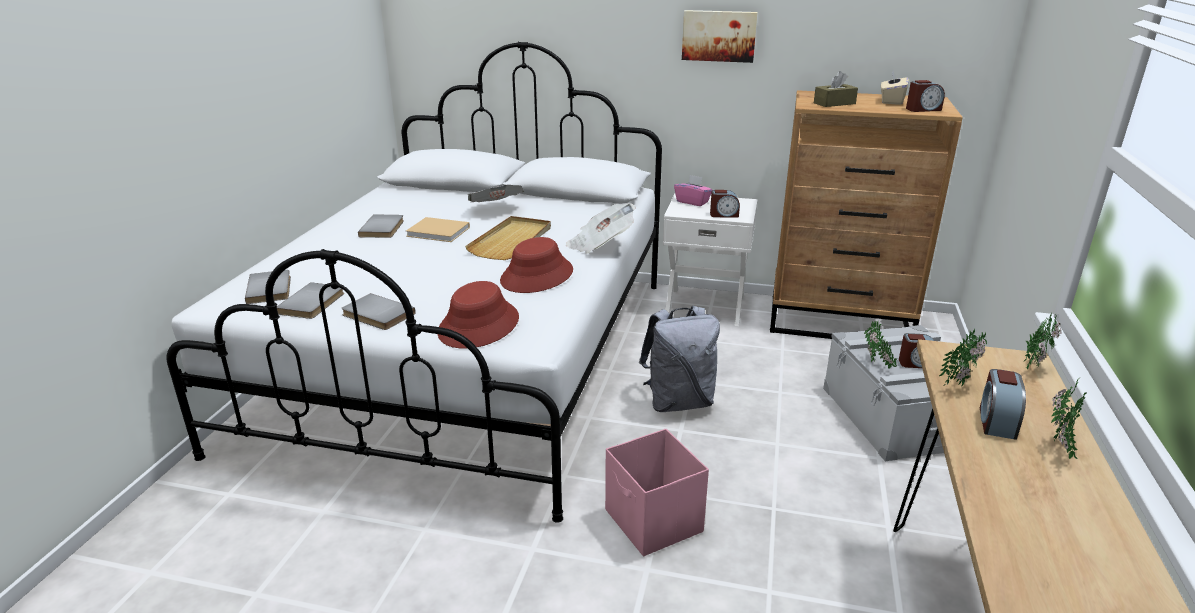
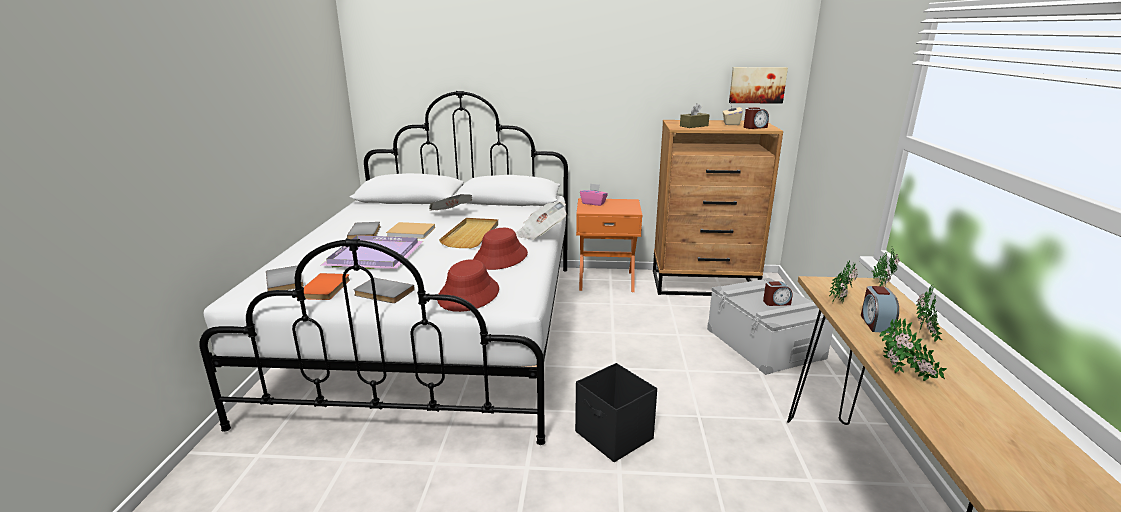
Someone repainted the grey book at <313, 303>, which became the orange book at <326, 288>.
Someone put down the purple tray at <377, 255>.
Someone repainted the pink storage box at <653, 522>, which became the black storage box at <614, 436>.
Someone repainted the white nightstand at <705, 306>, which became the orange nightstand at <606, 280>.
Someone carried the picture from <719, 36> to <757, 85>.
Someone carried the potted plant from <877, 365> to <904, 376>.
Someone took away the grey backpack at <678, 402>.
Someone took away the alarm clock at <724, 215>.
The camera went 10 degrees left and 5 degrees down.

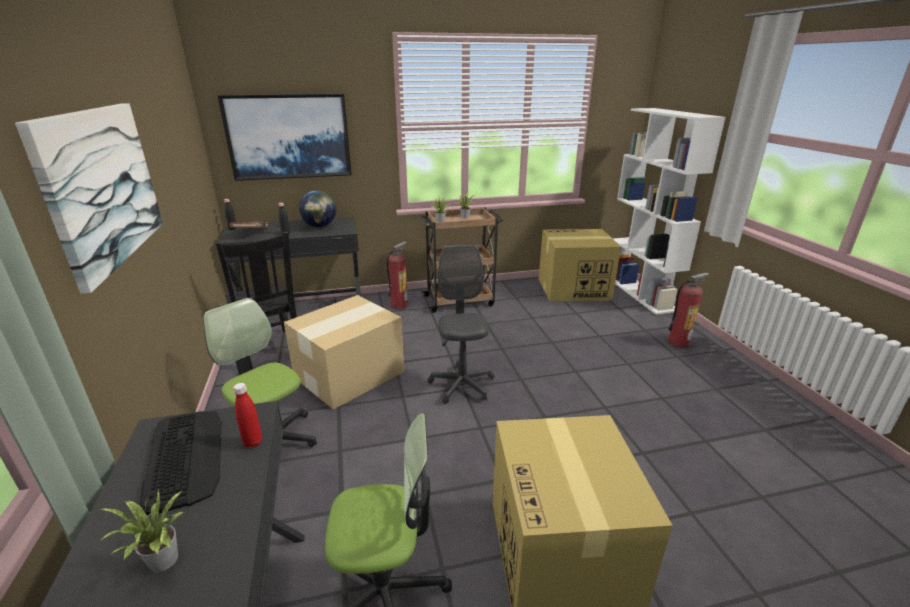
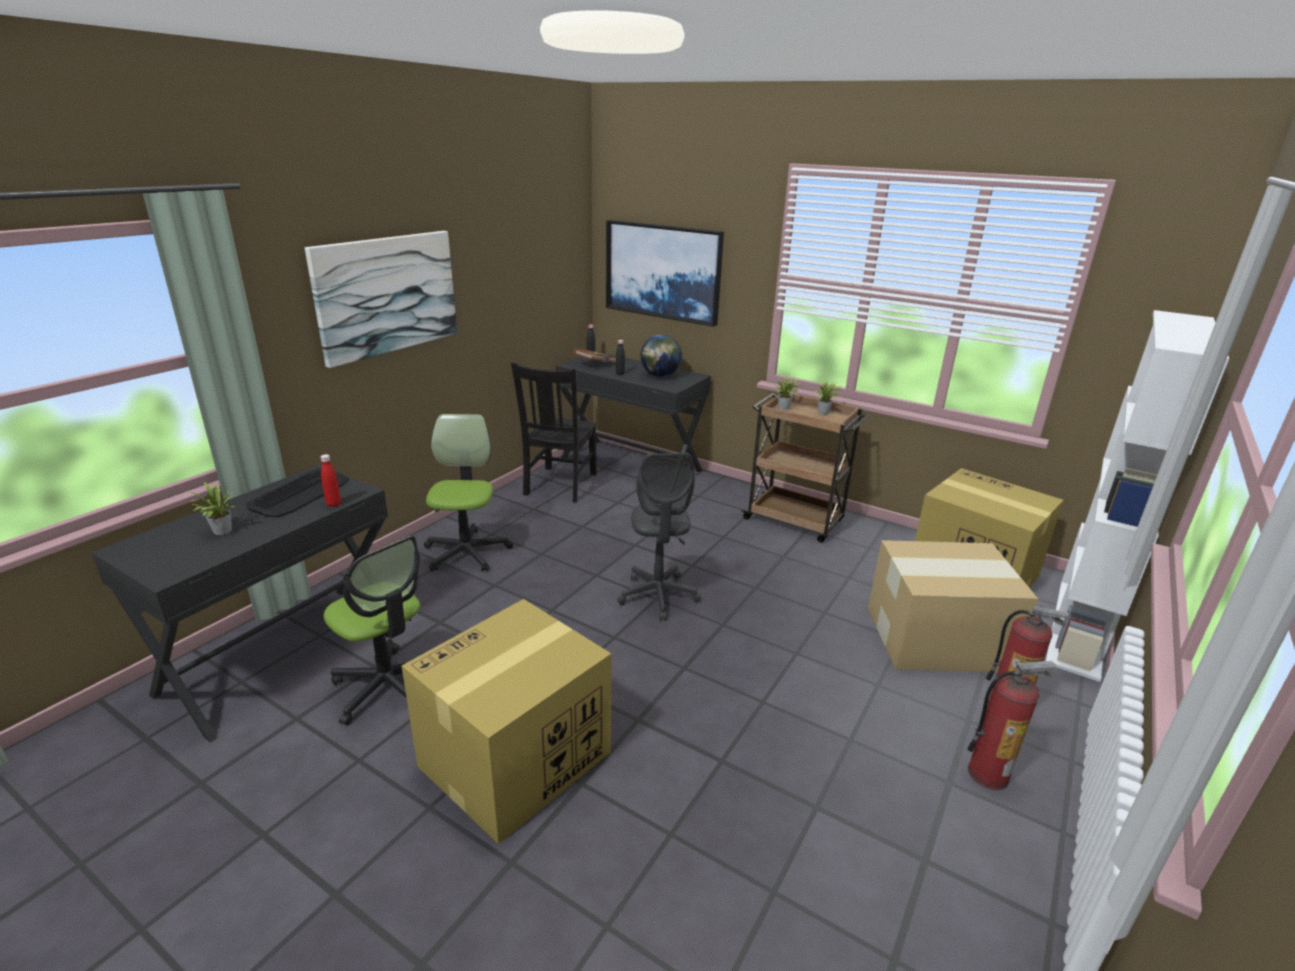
Someone rotated the grey office chair at <462, 385> by 135 degrees clockwise.
Someone carried the cardboard box from <351, 374> to <938, 639>.
Someone carried the fire extinguisher from <399, 305> to <988, 773>.
The camera went 45 degrees right and 0 degrees up.

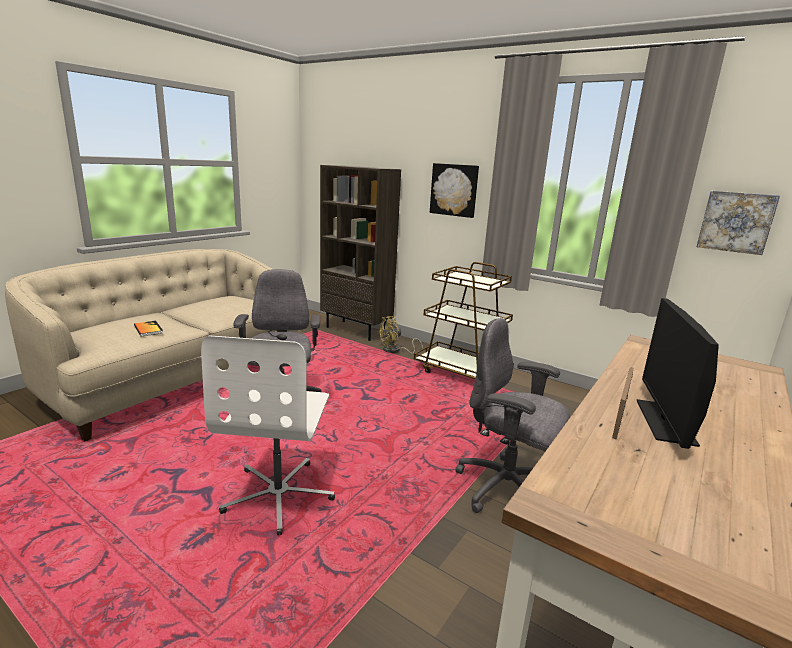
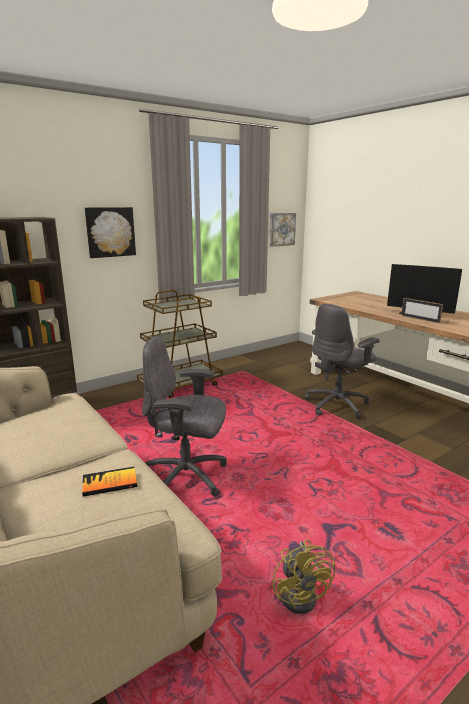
Someone carried the yellow fan from <395, 350> to <302, 594>.
Someone took away the white office chair at <279, 495>.
The camera went 70 degrees left and 0 degrees up.

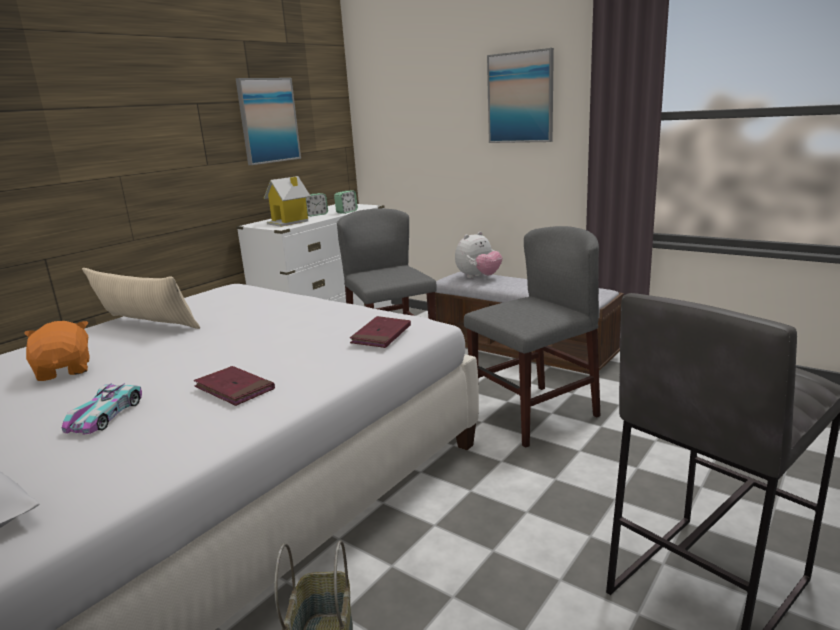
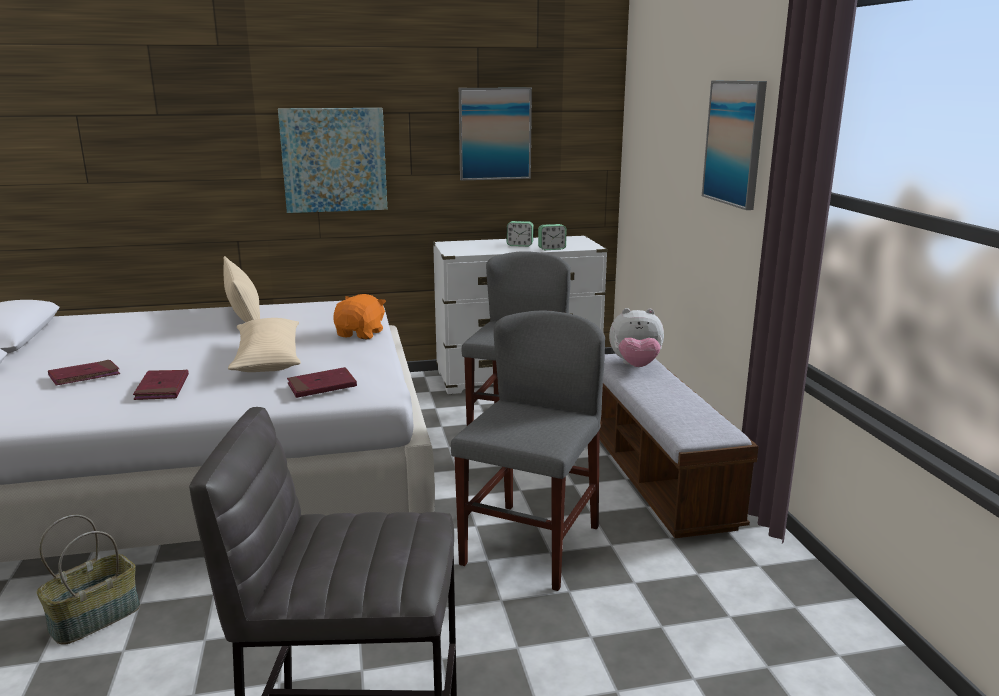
Someone swapped the toy car at <105, 415> for the red book at <84, 376>.
Someone put down the beige pillow at <268, 358>.
Someone put up the picture at <334, 160>.
Someone carried the orange plush toy from <65, 370> to <361, 334>.
Someone rotated the grey chair at <534, 415> by 75 degrees counterclockwise.
Someone took away the toy house at <289, 222>.
The camera went 40 degrees right and 0 degrees up.

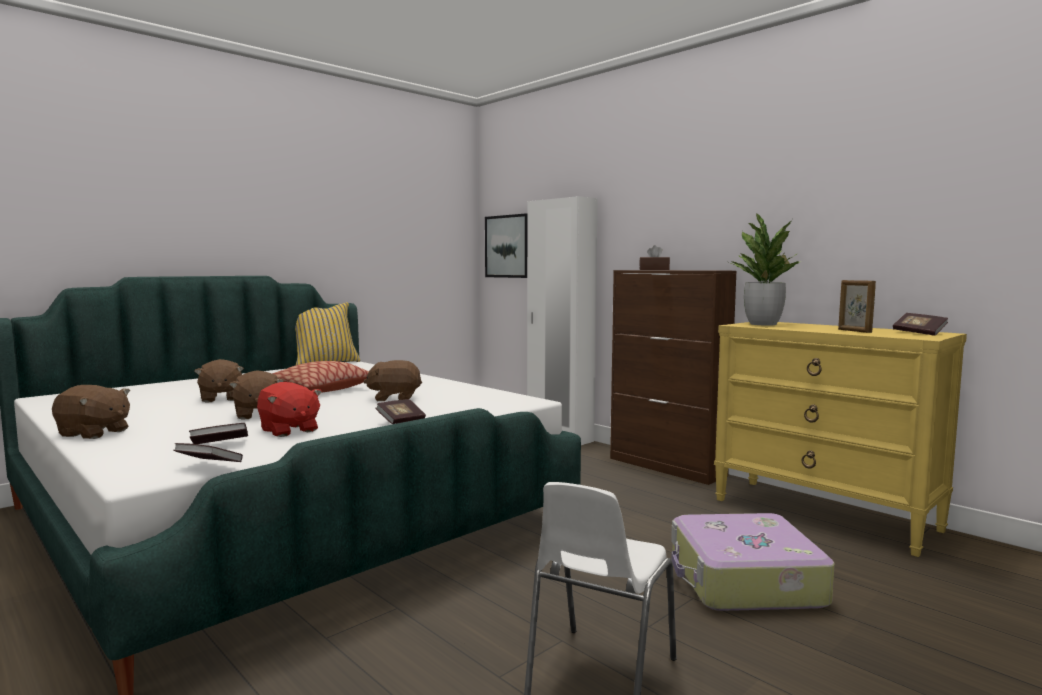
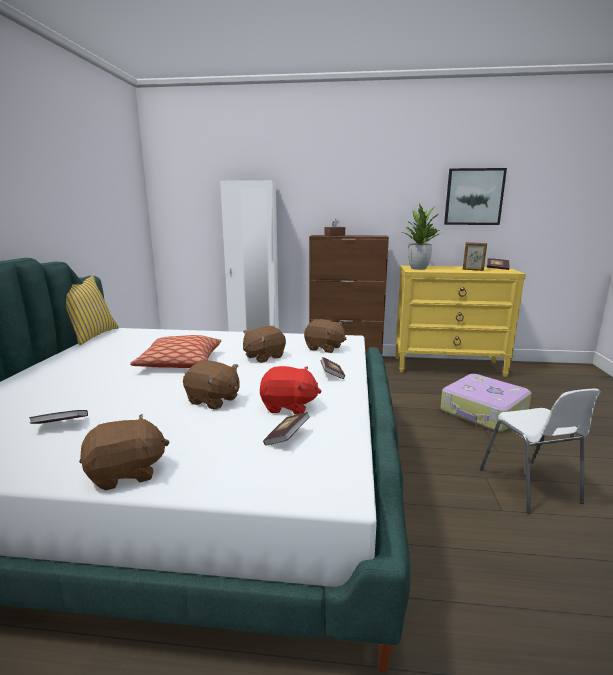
Someone carried the book from <209, 465> to <61, 426>.
Someone carried the brown plush toy from <221, 398> to <324, 348>.
Someone carried the picture from <508, 246> to <474, 197>.
The camera went 40 degrees left and 10 degrees up.

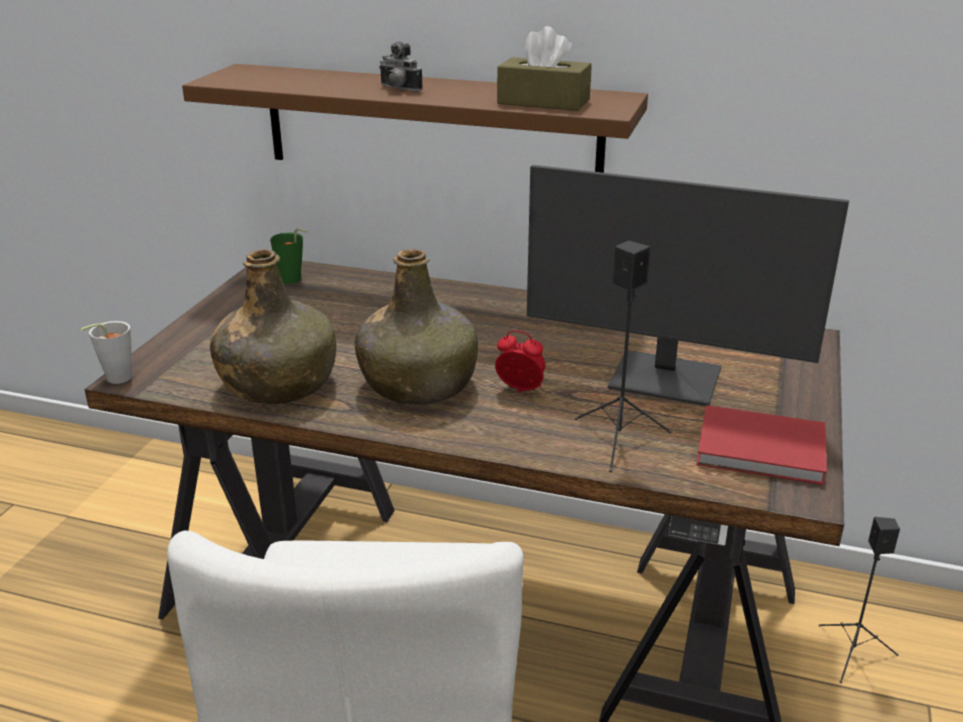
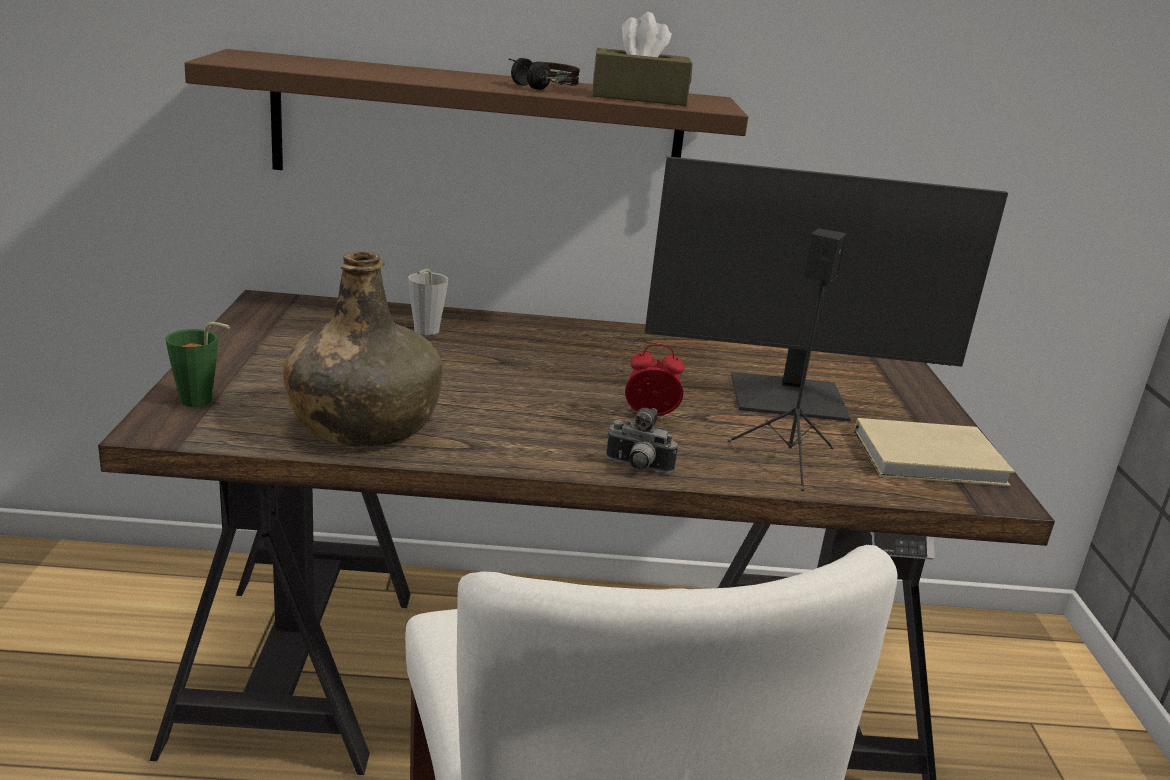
Someone carried the green cup from <294, 281> to <201, 402>.
Someone carried the grey cup from <114, 380> to <423, 332>.
Someone put down the headphones at <534, 88>.
Someone carried the photo camera from <398, 89> to <637, 468>.
Someone repainted the red book at <764, 451>, which became the beige book at <933, 459>.
Someone took away the green bottle at <419, 385>.
Someone took away the black speaker at <852, 654>.
The camera went 20 degrees left and 5 degrees down.

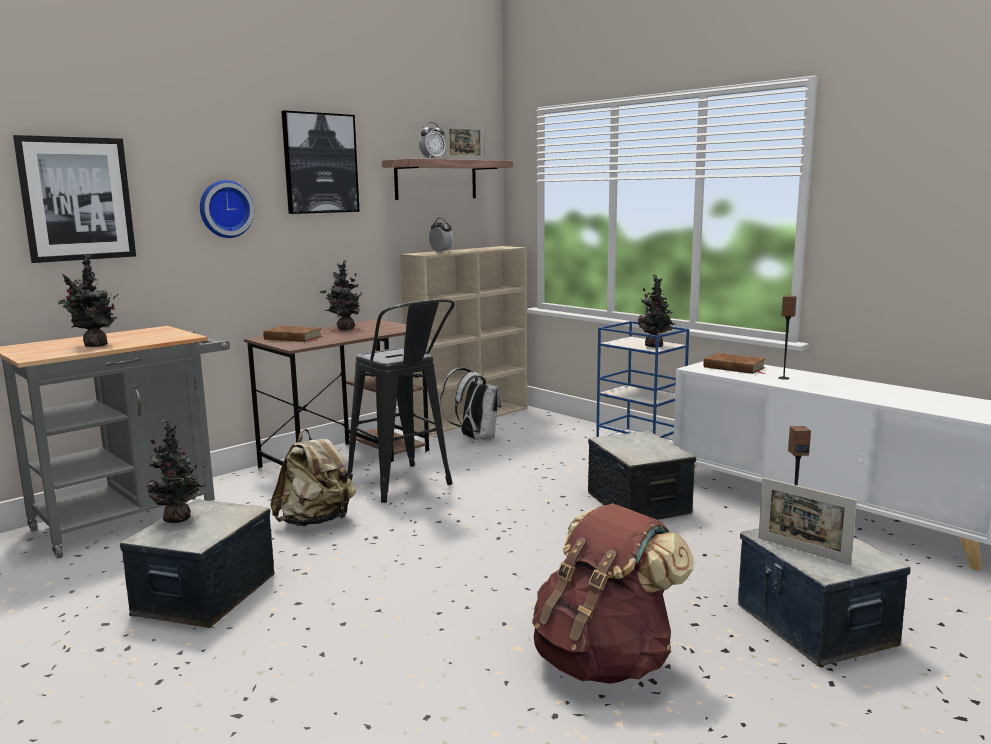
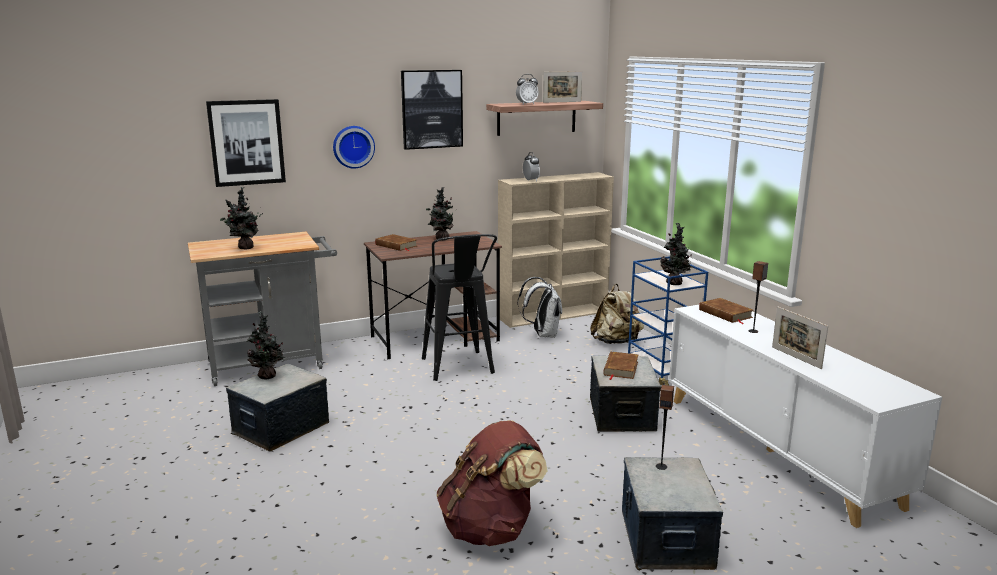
Someone carried the beige backpack from <316, 521> to <616, 342>.
Someone put down the brown book at <620, 368>.
Someone carried the picture frame from <802, 551> to <796, 358>.
The camera went 20 degrees right and 5 degrees up.

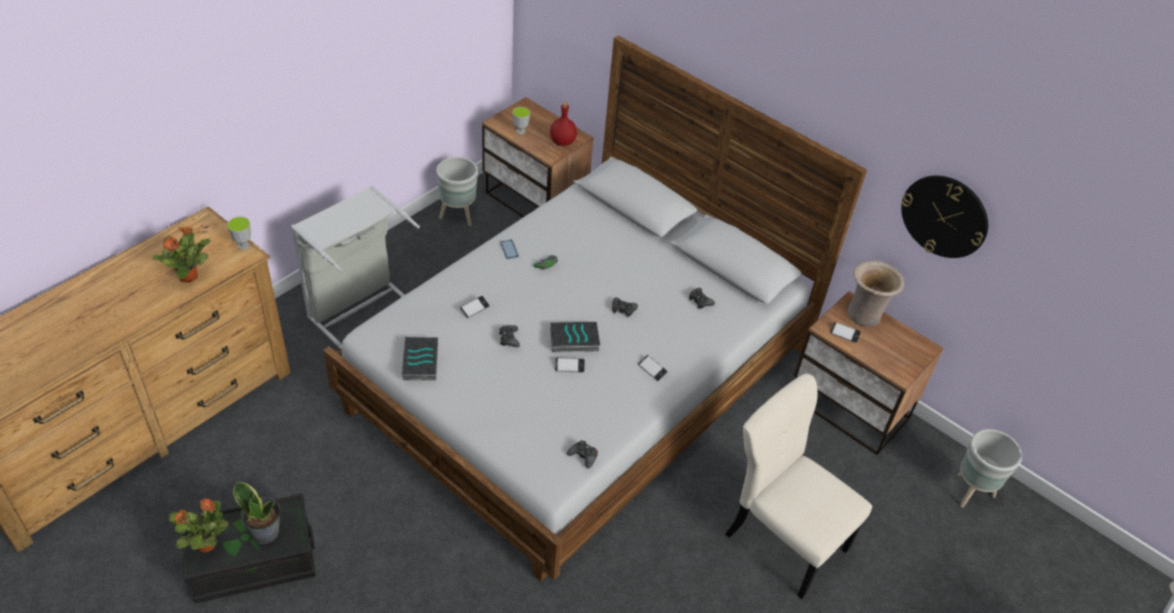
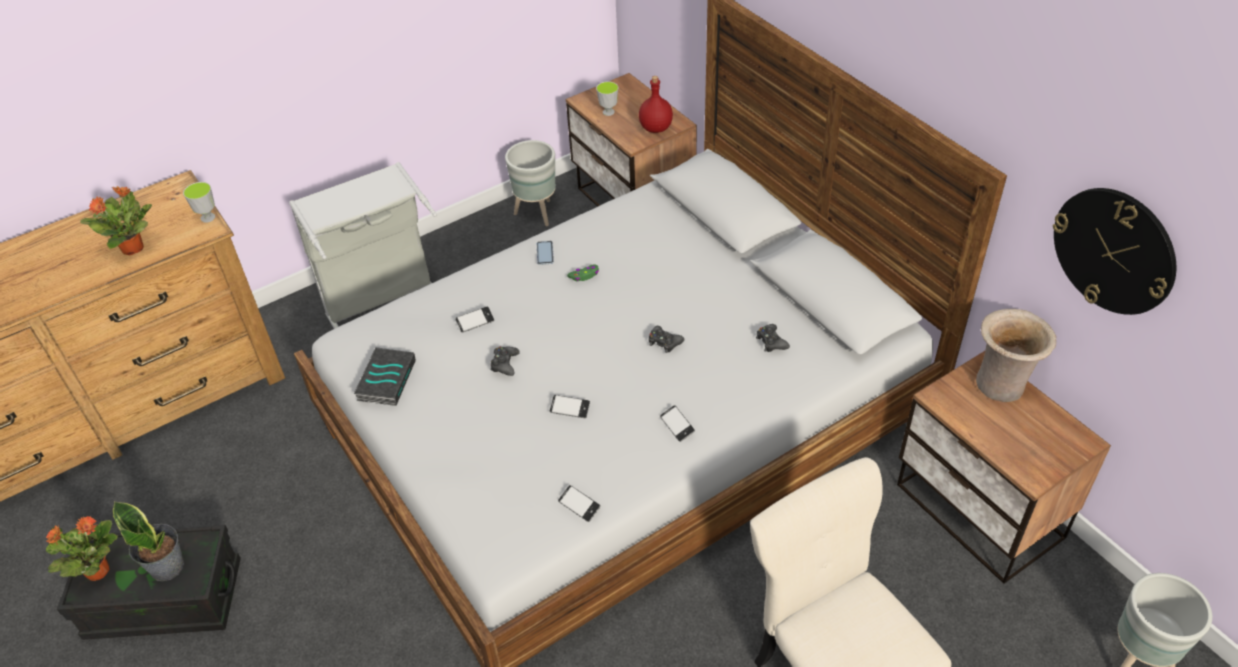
Someone carried the phone from <844, 334> to <579, 505>.
Someone took away the book at <573, 340>.
Someone took away the black game controller at <583, 456>.
The camera went 20 degrees right and 0 degrees up.

